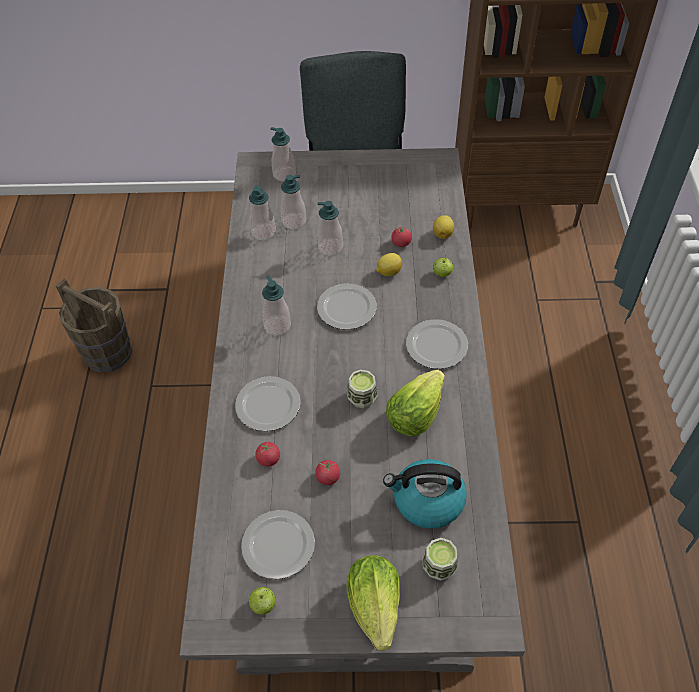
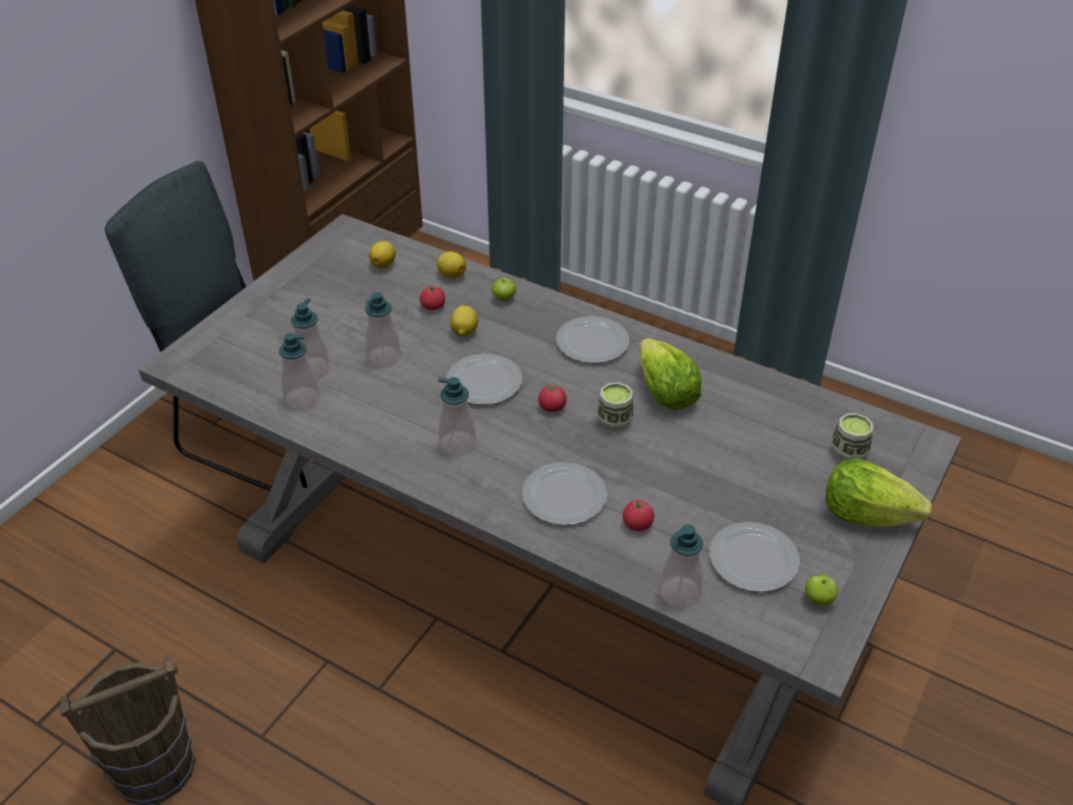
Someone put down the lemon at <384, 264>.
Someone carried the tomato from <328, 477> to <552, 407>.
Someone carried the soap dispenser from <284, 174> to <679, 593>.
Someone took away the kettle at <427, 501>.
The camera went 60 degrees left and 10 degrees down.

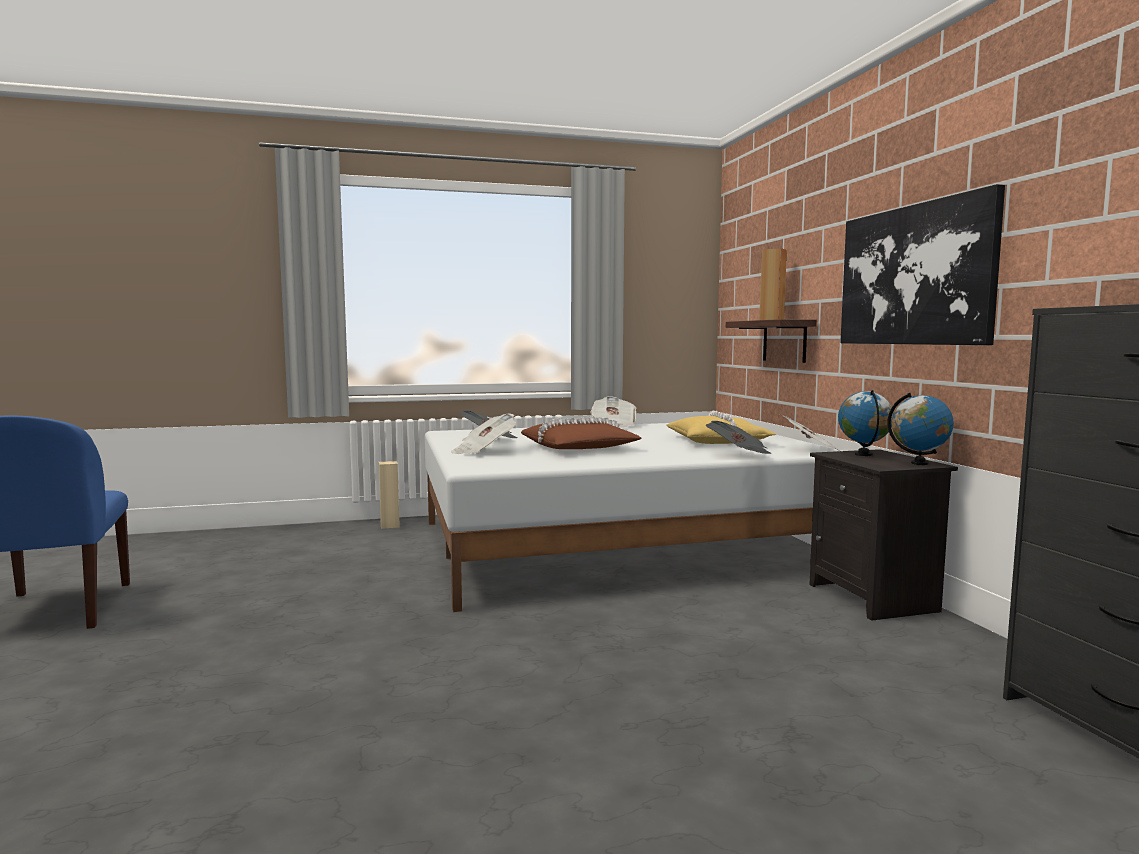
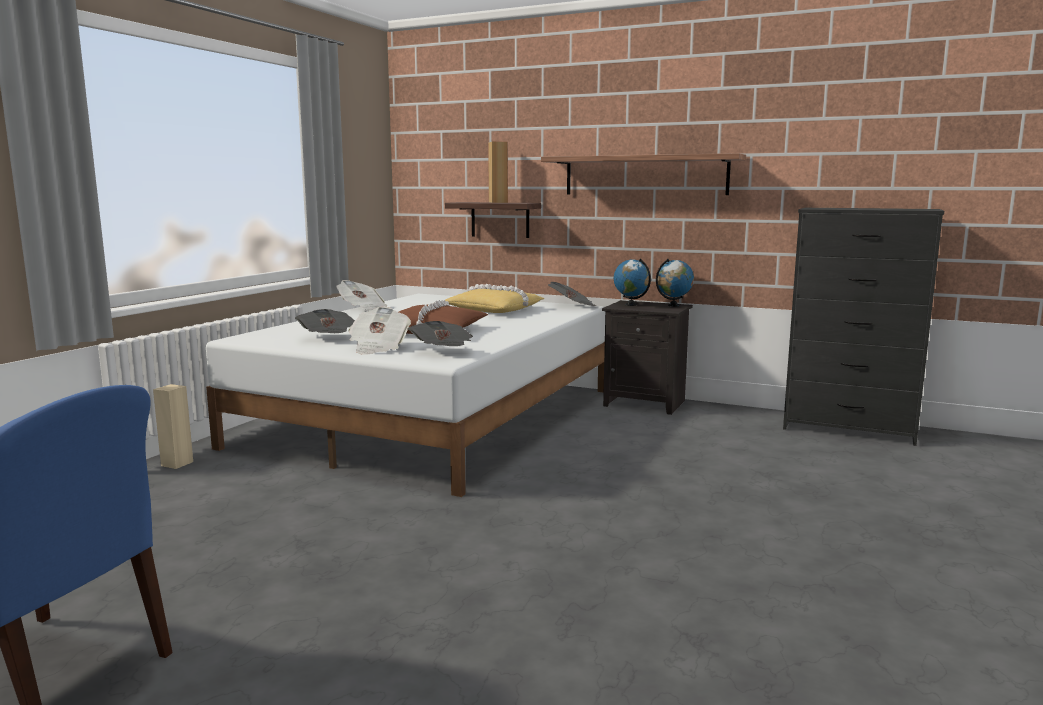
Someone carried the newspaper from <739, 455> to <442, 352>.
Someone swapped the picture at <914, 275> for the shelf at <645, 175>.
The camera went 50 degrees left and 5 degrees up.

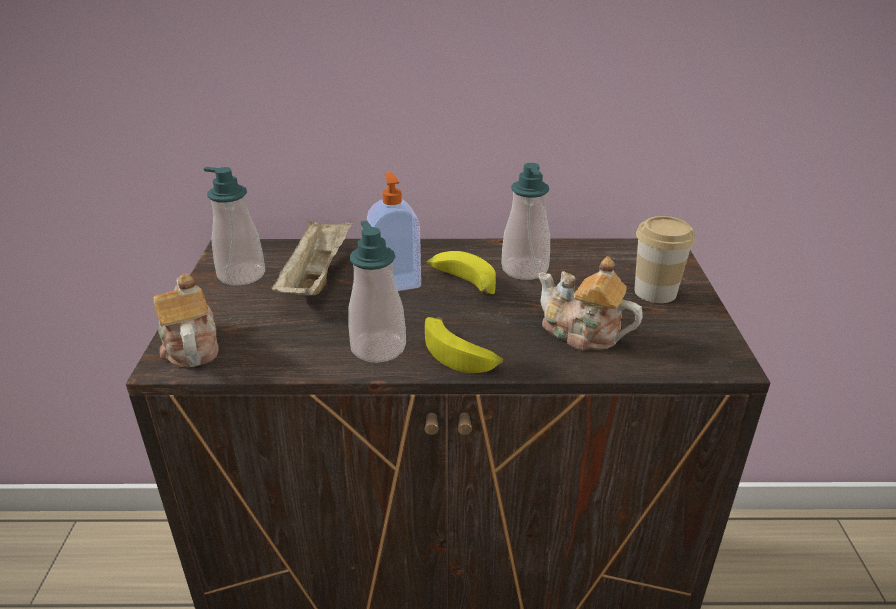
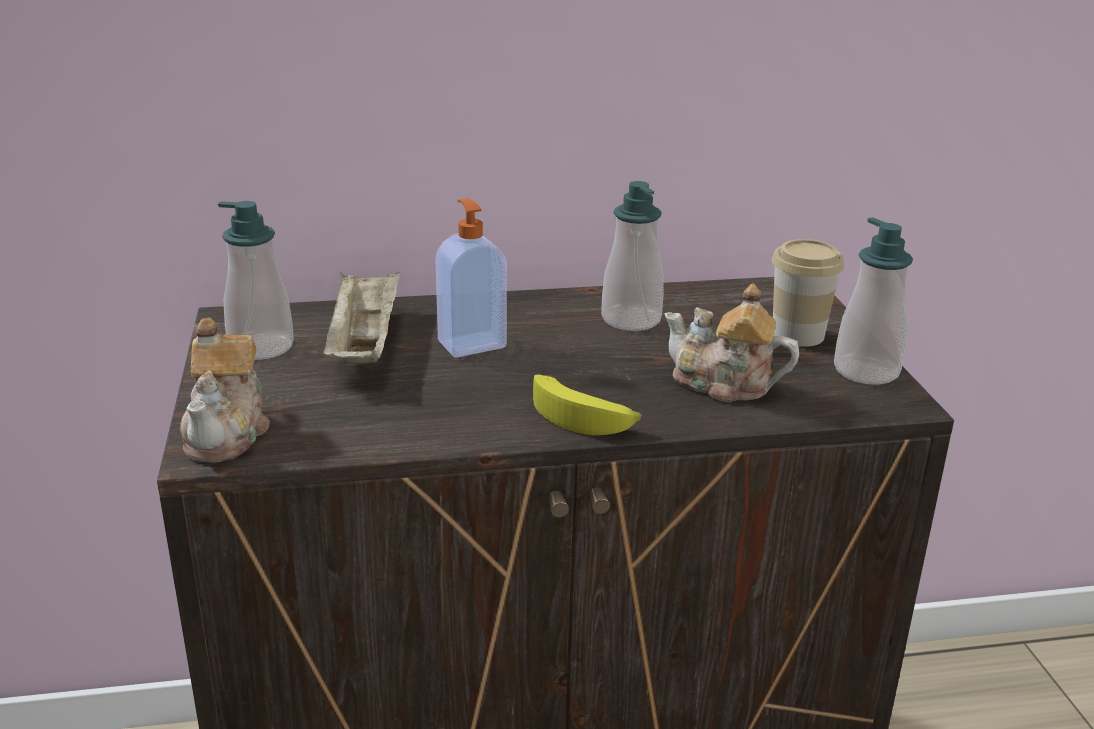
Someone rotated the teapot at <191, 346> by 150 degrees counterclockwise.
Someone carried the soap dispenser from <378, 348> to <866, 371>.
Someone took away the banana at <461, 282>.
The camera went 10 degrees left and 5 degrees down.

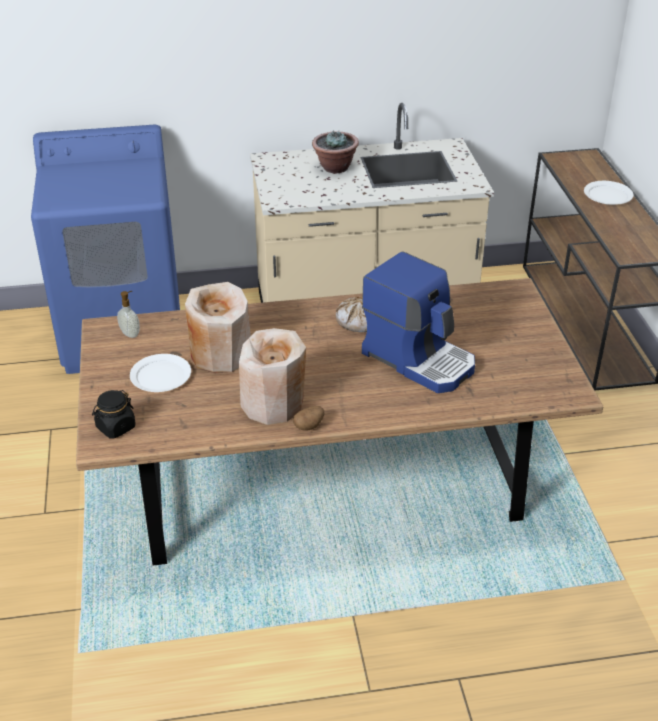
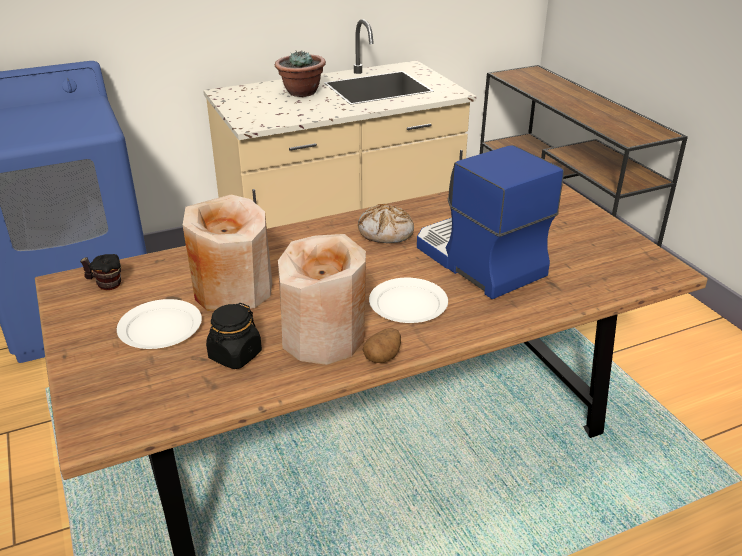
Someone swapped the soap dispenser at <130, 333> for the mug at <105, 284>.
Someone carried the black jar from <115, 427> to <235, 355>.
Someone carried the white plate from <608, 195> to <409, 304>.
Someone rotated the coffee machine at <419, 359> by 150 degrees counterclockwise.
The camera went 15 degrees left and 5 degrees down.

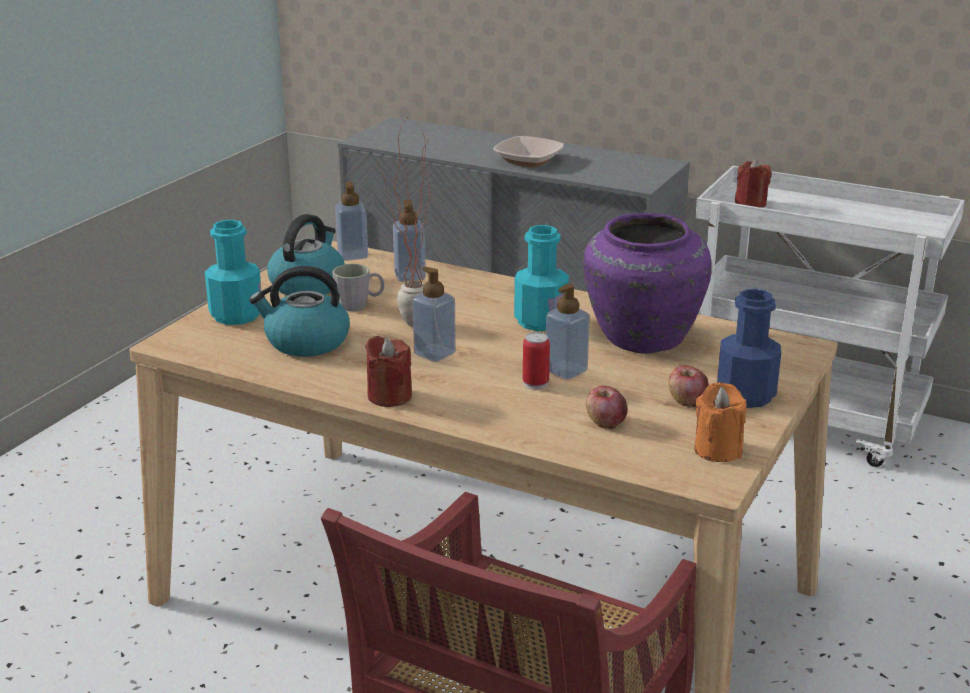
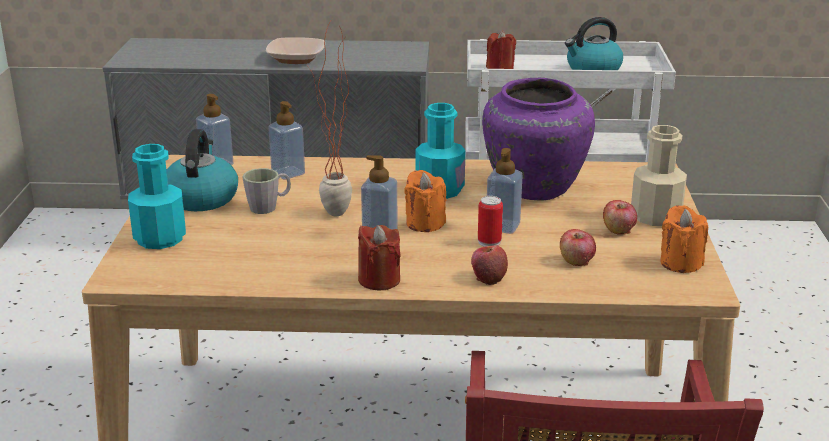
Someone put down the orange candle at <425, 223>.
Someone put down the apple at <488, 277>.
Someone carried the kettle from <305, 342> to <593, 69>.
Someone repainted the blue bottle at <745, 395>, which became the beige bottle at <655, 216>.
The camera went 25 degrees left and 0 degrees up.

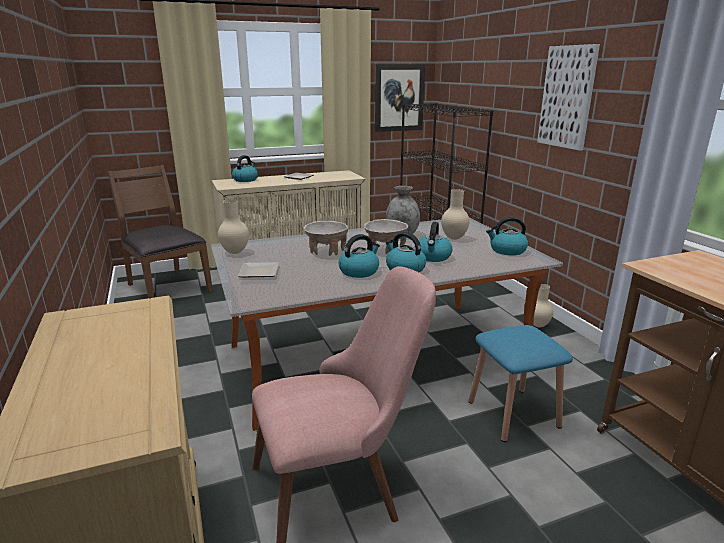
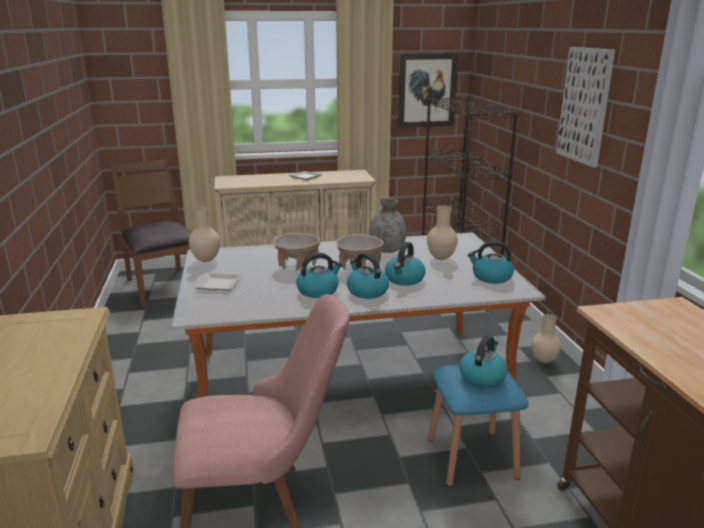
Someone carried the kettle from <245, 179> to <482, 376>.
The camera went 10 degrees right and 0 degrees up.

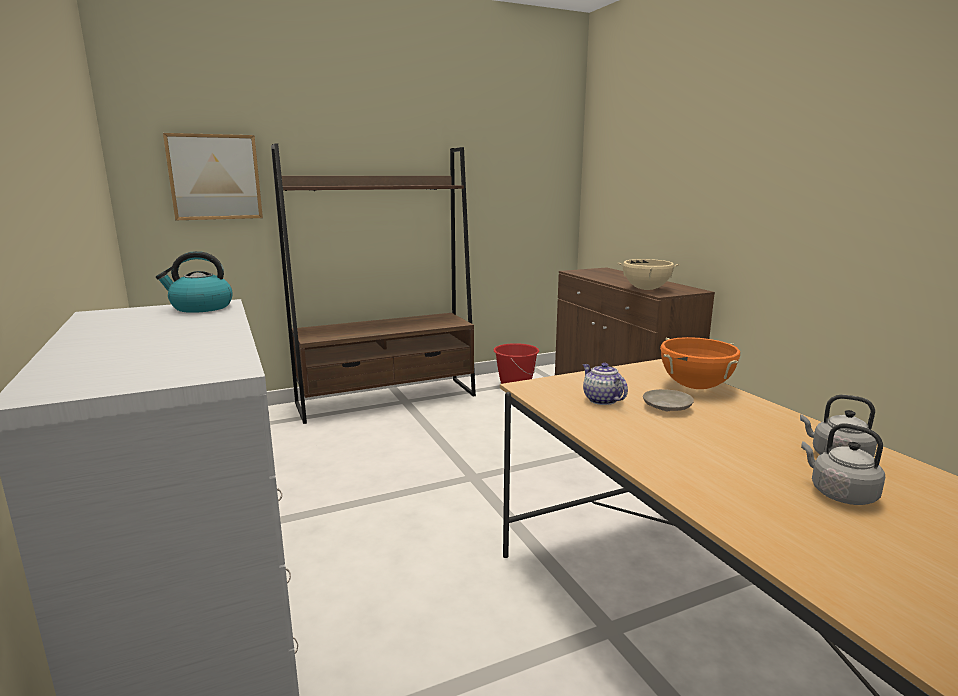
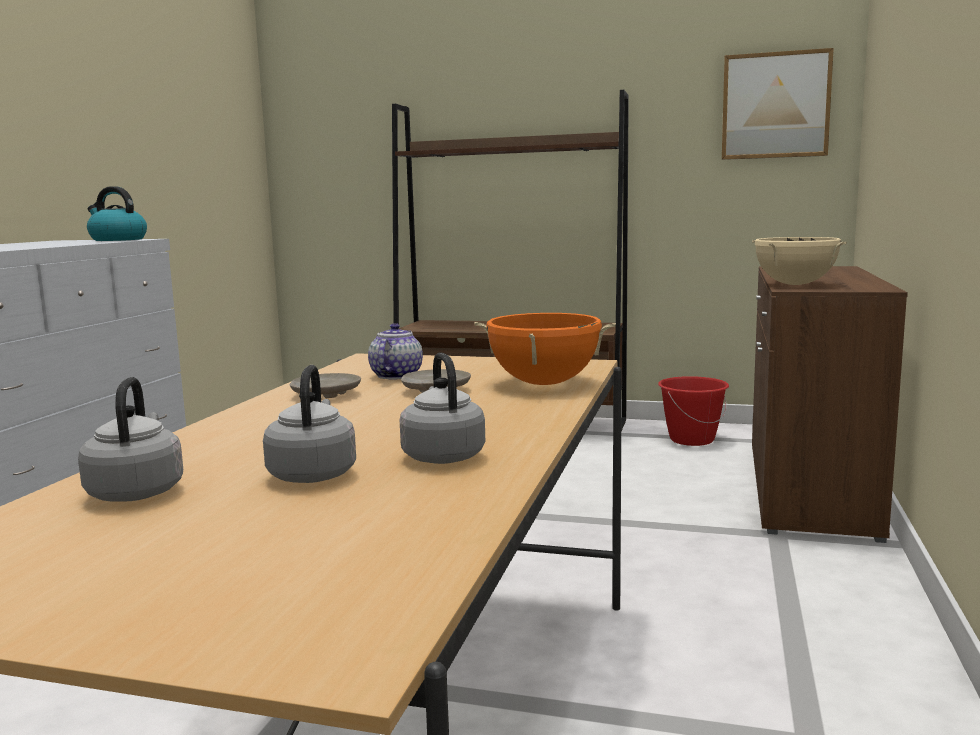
Someone put down the grey kettle at <137, 491>.
Someone put down the beige plate at <325, 395>.
Someone carried the picture from <215, 177> to <775, 106>.
The camera went 40 degrees right and 5 degrees down.

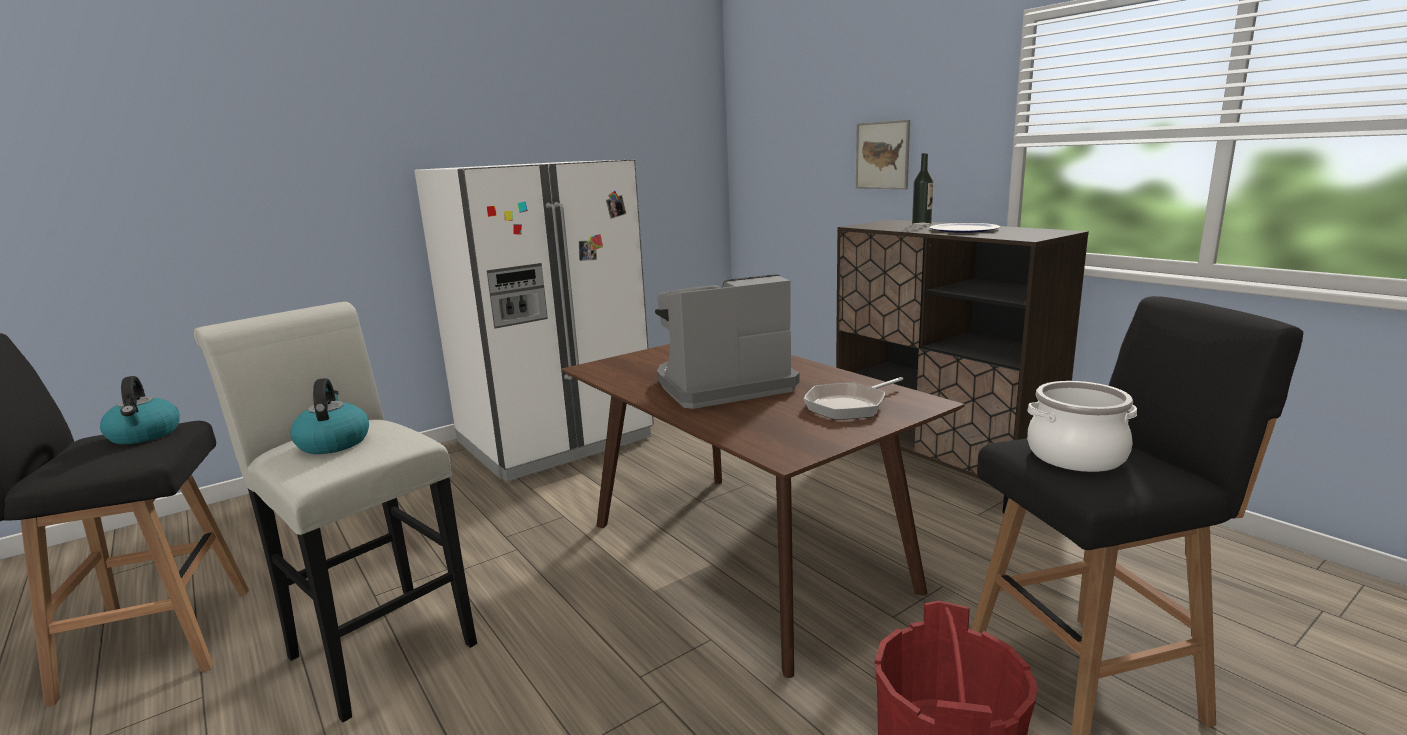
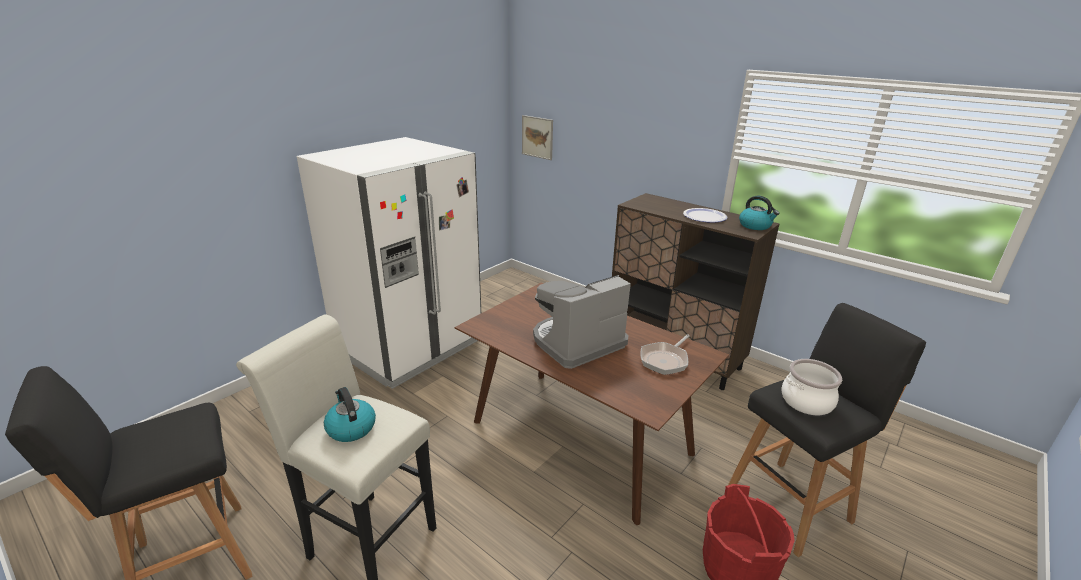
Someone carried the picture from <882, 155> to <537, 137>.
Someone carried the kettle from <145, 435> to <755, 226>.
Someone took away the bottle at <921, 224>.
The camera went 15 degrees left and 10 degrees up.

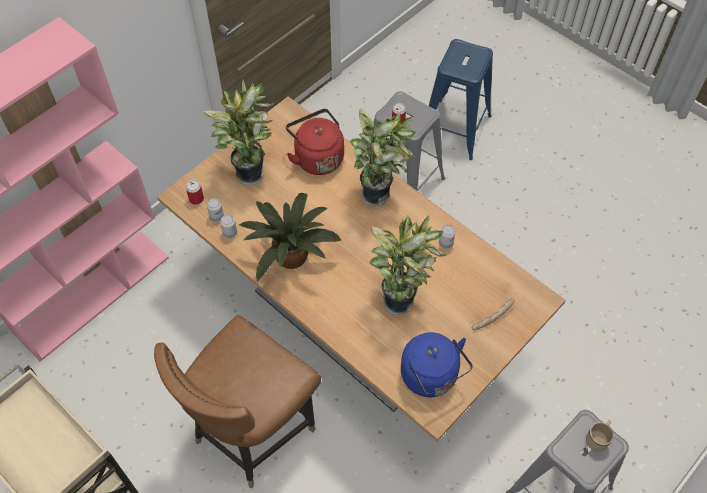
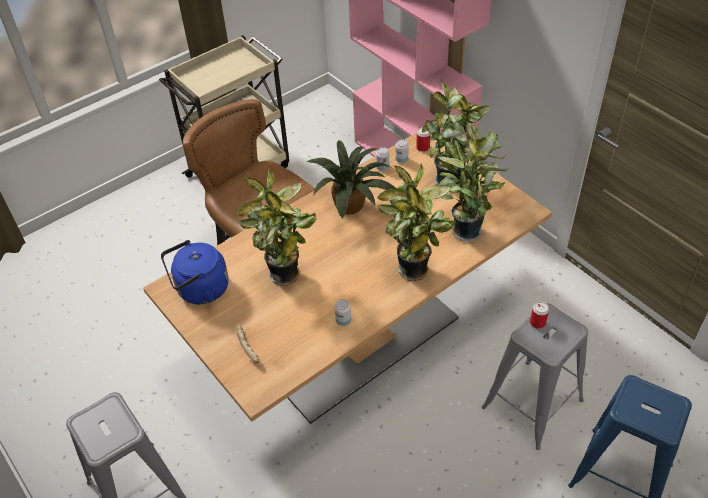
Someone swapped the red kettle at <317, 157> for the potted plant at <466, 229>.
Someone took away the beige mug at <598, 438>.
The camera went 100 degrees right and 10 degrees down.

